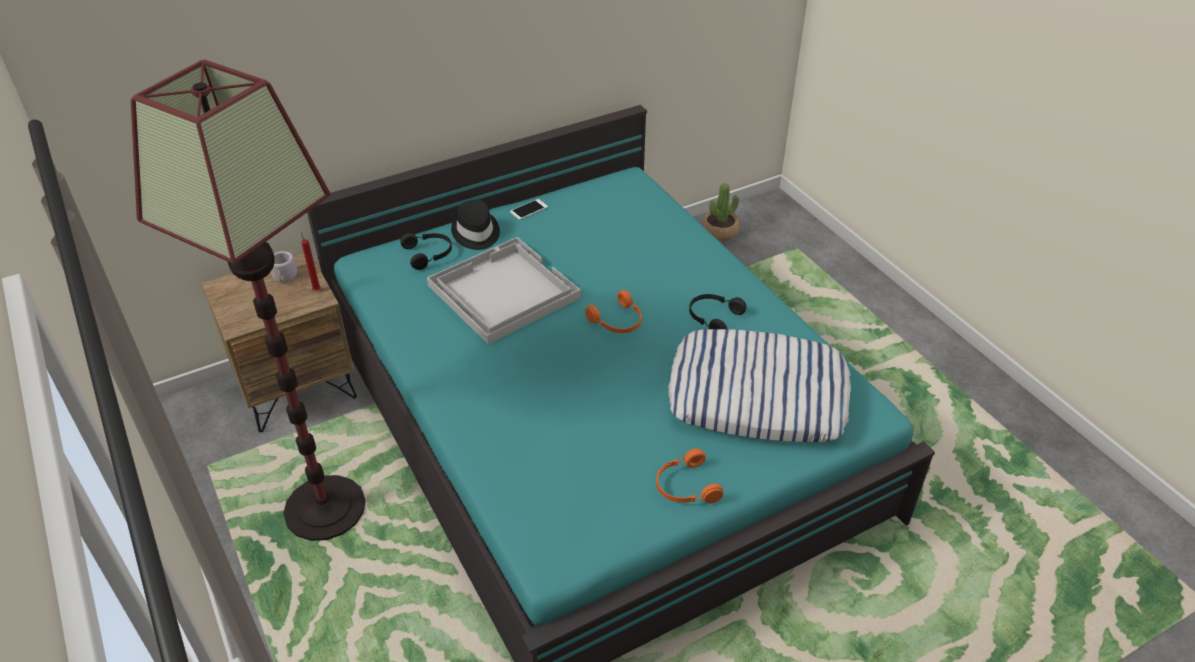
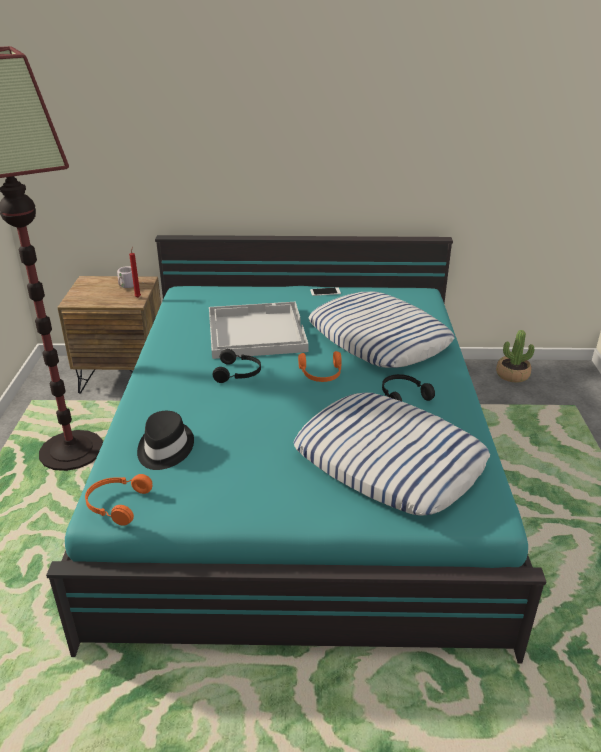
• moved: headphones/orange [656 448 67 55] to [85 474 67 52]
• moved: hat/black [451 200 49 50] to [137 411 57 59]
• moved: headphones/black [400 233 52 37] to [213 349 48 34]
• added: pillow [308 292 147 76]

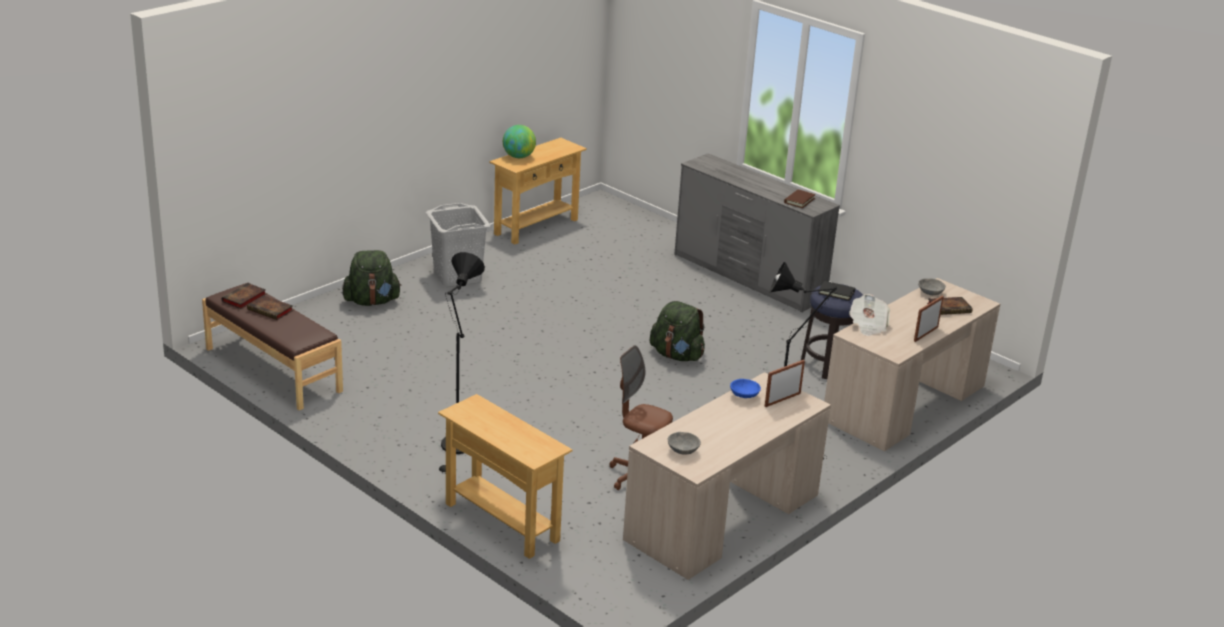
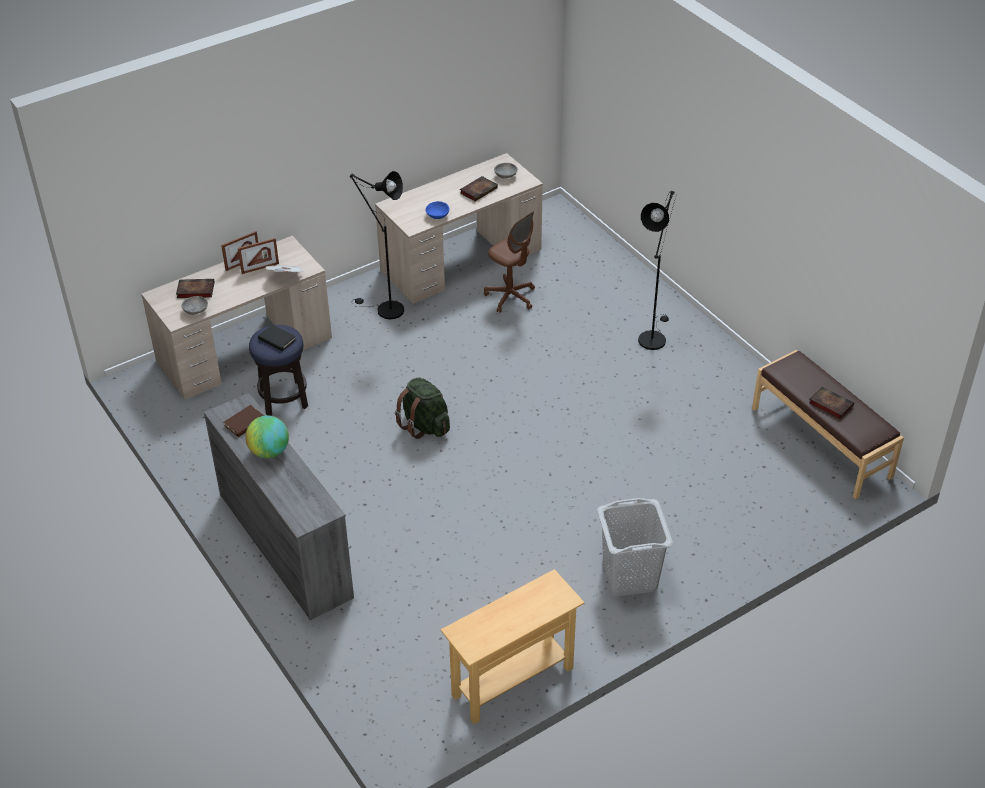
• moved: picture frame [765 360 40 47] to [238 238 41 36]
• moved: globe [503 125 33 33] to [245 416 44 42]
• moved: book [222 283 44 26] to [460 176 38 25]
• removed: backpack/green [342 250 60 56]
• removed: console table/beige [438 394 134 165]

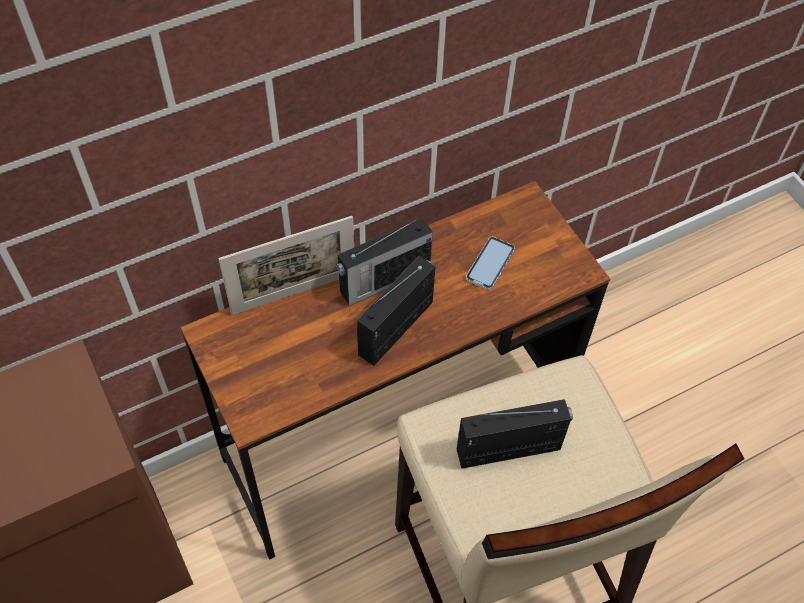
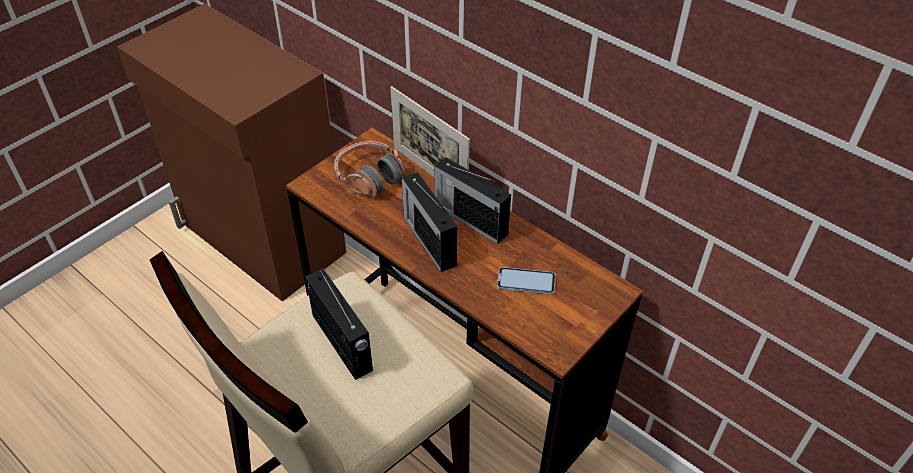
• added: headphones [334 141 71 57]
• turned: radio [357 256 78 110] = [402 172 55 100] 135 degrees counterclockwise

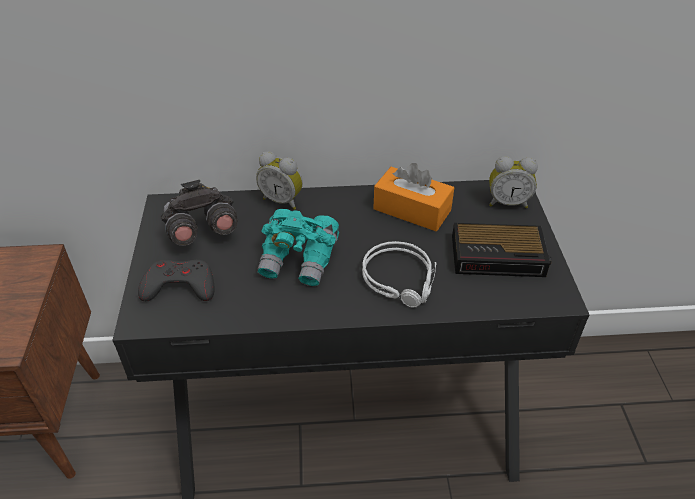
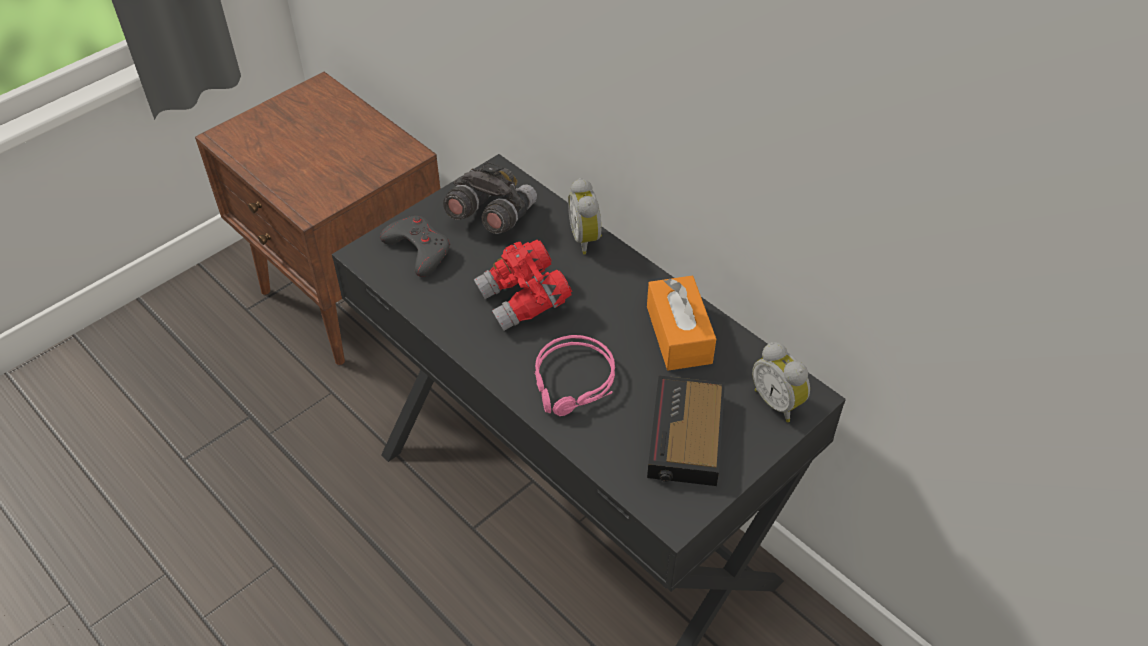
• recoloured: binoculars/turquoise [257 209 82 77] to binoculars/red [474 240 98 91]
• recoloured: headphones/grey [362 241 74 67] to headphones/pink [534 335 81 81]
• turned: alarm clock [452 223 100 54] = [647 376 78 110] 45 degrees clockwise

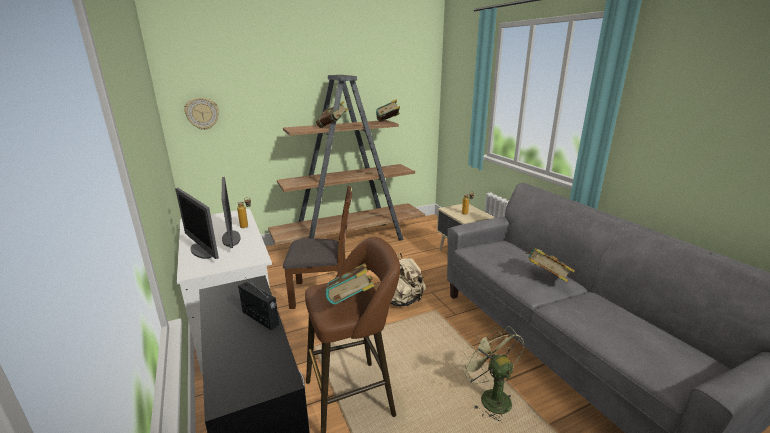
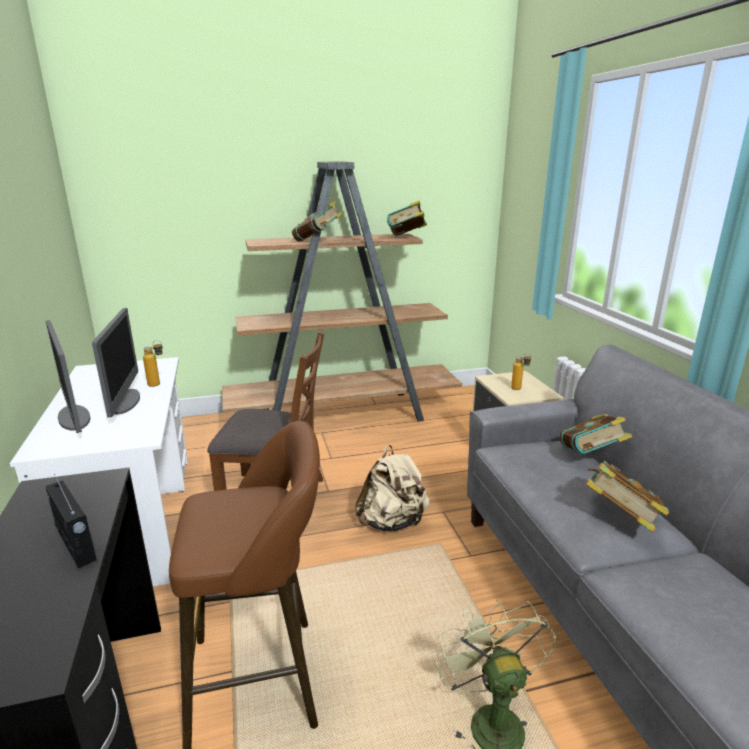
• moved: book [325 263 50 42] to [560 414 73 40]
• removed: wall clock [184 97 35 33]

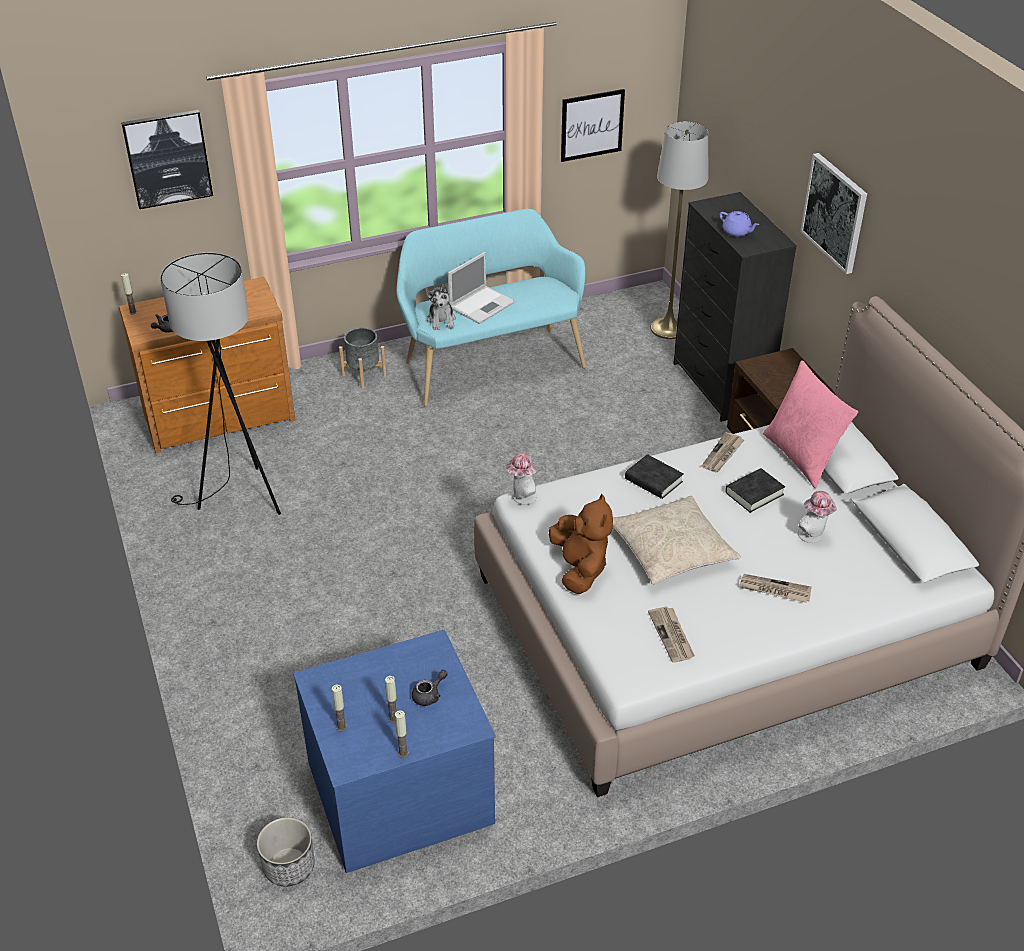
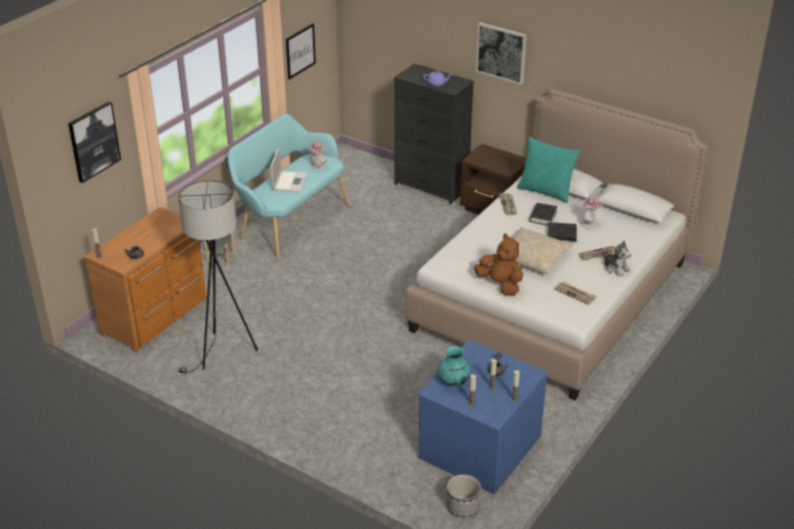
• moved: hat [505 453 32 52] to [309 141 18 29]
• added: vase/turquoise [437 346 34 41]
• recoloured: pillow/pink [763 360 95 129] to pillow/turquoise [517 137 63 66]
• moved: book/black [625 454 58 45] to [548 222 29 19]
• moved: plush toy [426 284 30 46] to [602 241 29 36]
• removed: floor lamp/grey [650 122 58 217]

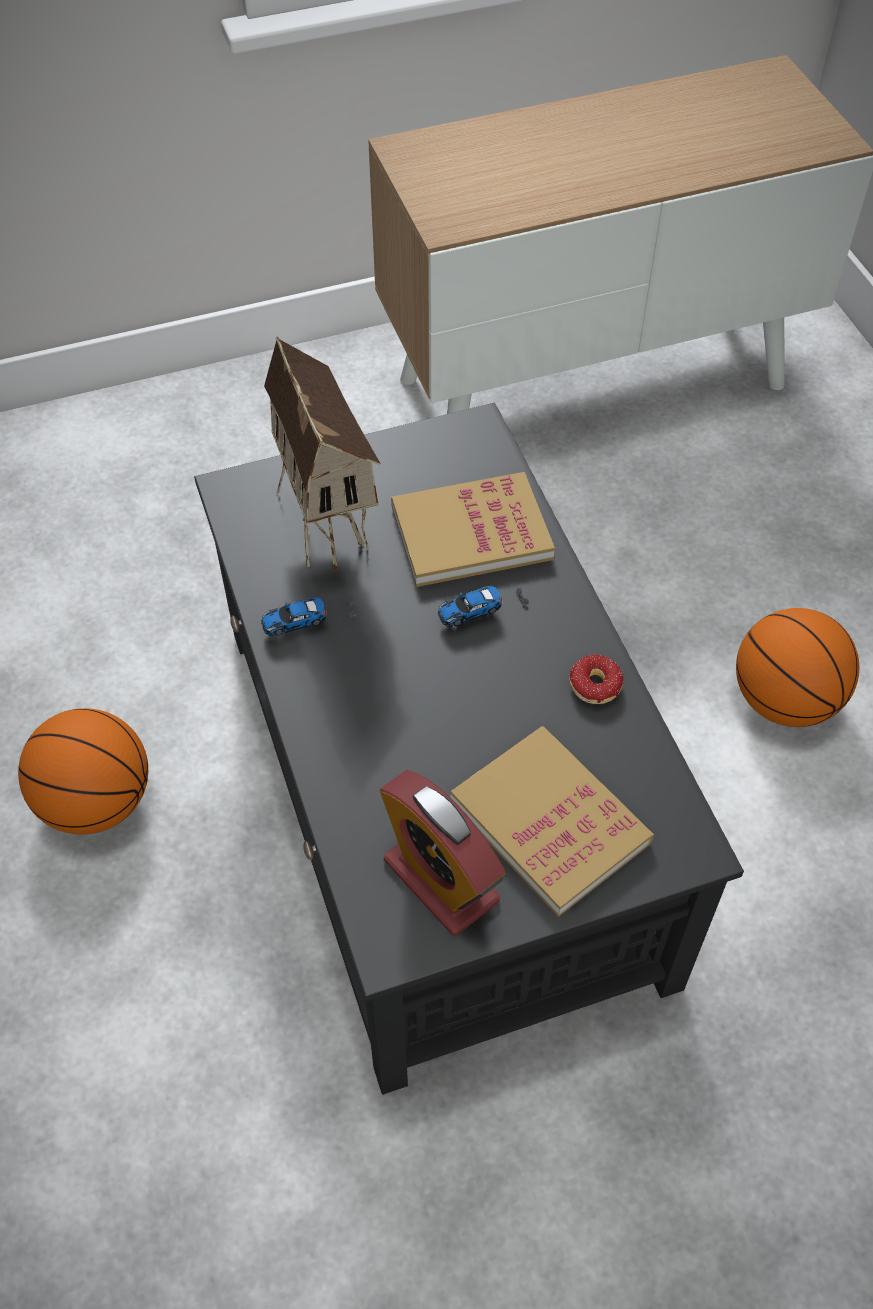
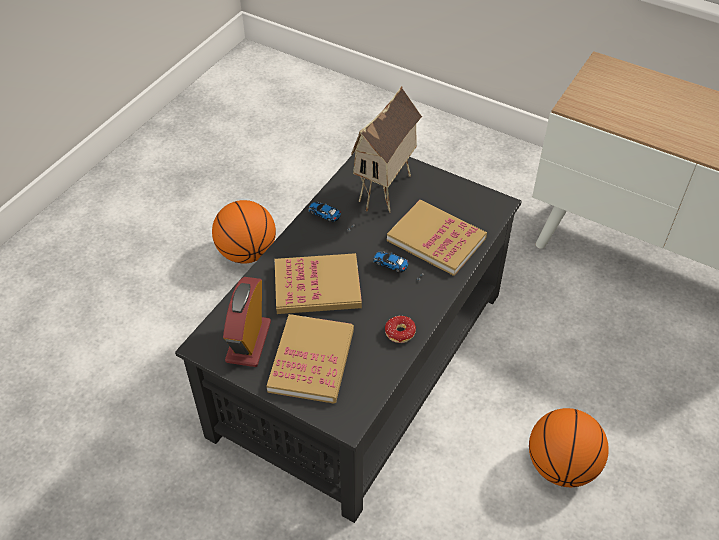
• added: book [275 253 87 61]

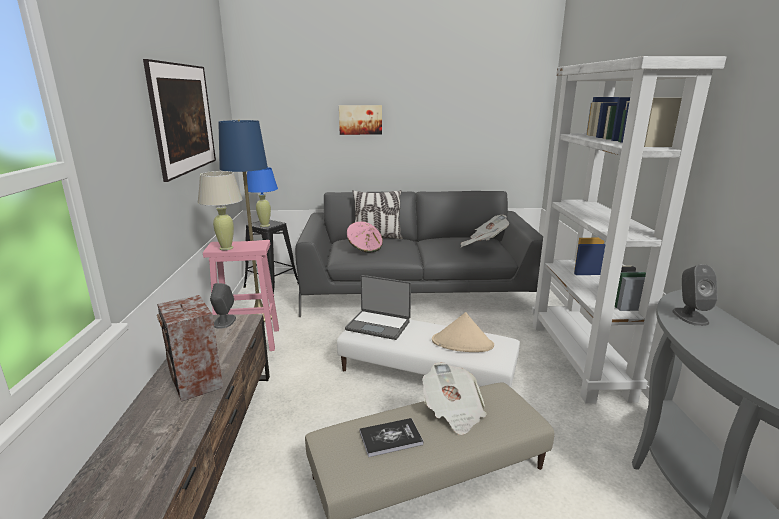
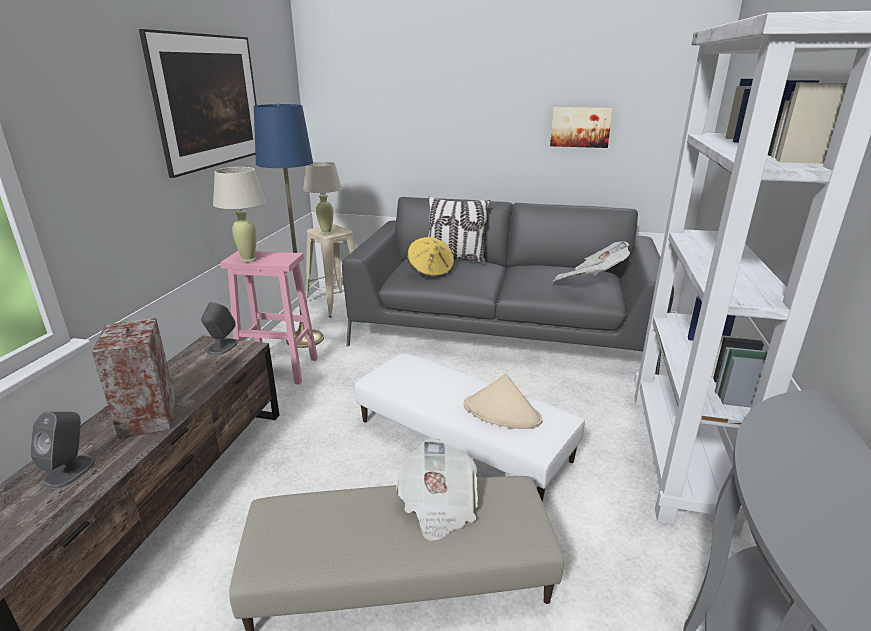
• moved: speaker/grey [672 264 46 62] to [30 412 65 77]
• recoloured: table lamp/blue [247 167 31 60] to table lamp/beige [303 162 39 72]
• recoloured: stool/black [243 220 56 74] to stool/beige [305 224 51 94]
• recoloured: hat/pink [347 222 36 30] to hat/yellow [408 237 46 41]
• moved: picture [339 105 43 30] to [550 107 63 41]
• removed: laptop [345 275 66 65]
• removed: book [359 418 65 39]

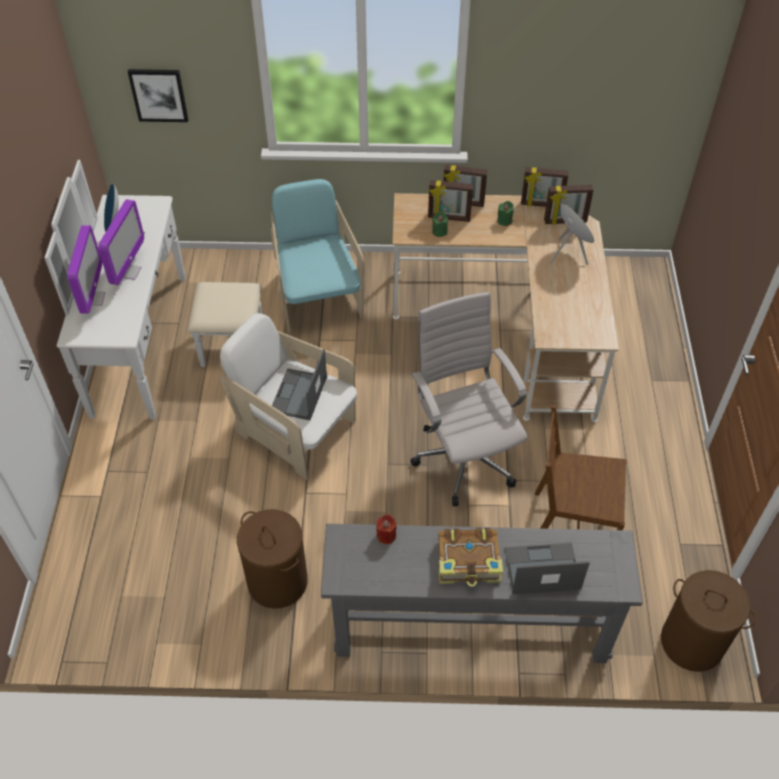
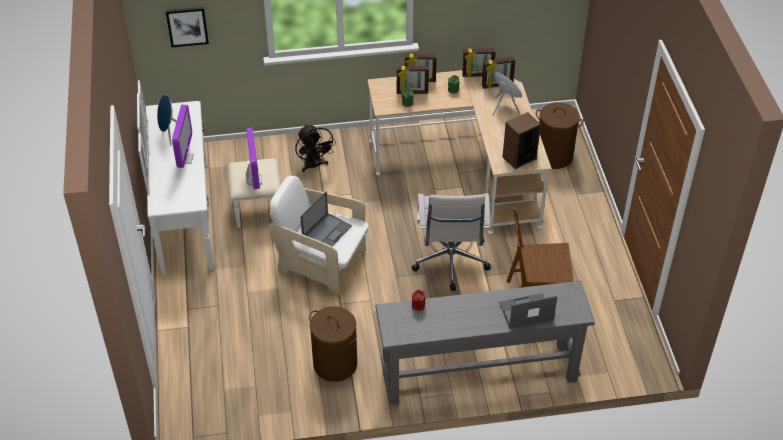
• moved: monitor [67 225 38 88] to [246 128 16 61]
• replaced: armchair/turquoise [270 179 94 153] to fan/black [295 124 41 48]
• turned: laptop [272 349 55 71] = [300 191 52 55] 150 degrees counterclockwise
• turned: office chair/white [410 292 118 214] = [412 193 79 98] 150 degrees counterclockwise
• added: speaker [503 112 38 57]
• moved: laundry basket/brown [661 570 96 102] to [536 102 48 67]
• removed: book [438 528 65 59]

